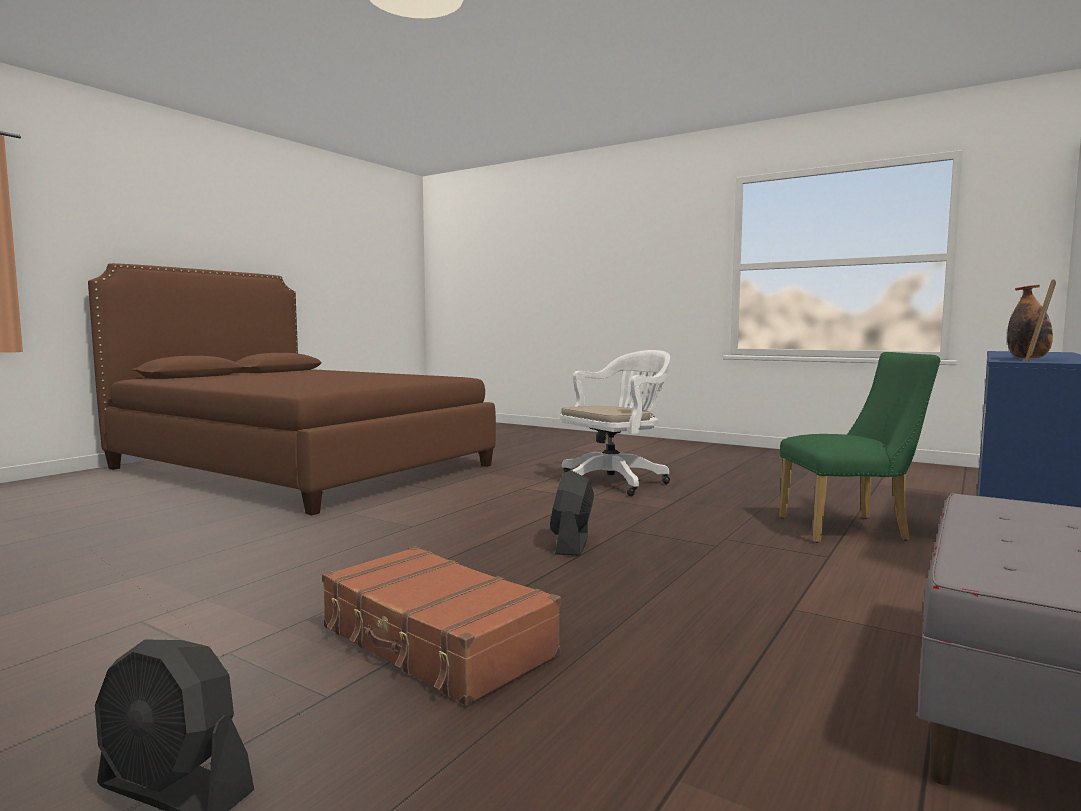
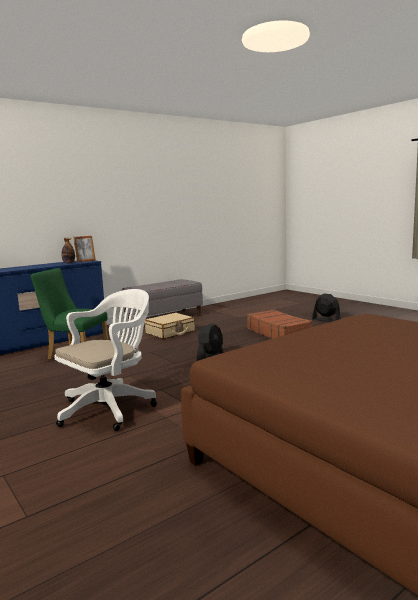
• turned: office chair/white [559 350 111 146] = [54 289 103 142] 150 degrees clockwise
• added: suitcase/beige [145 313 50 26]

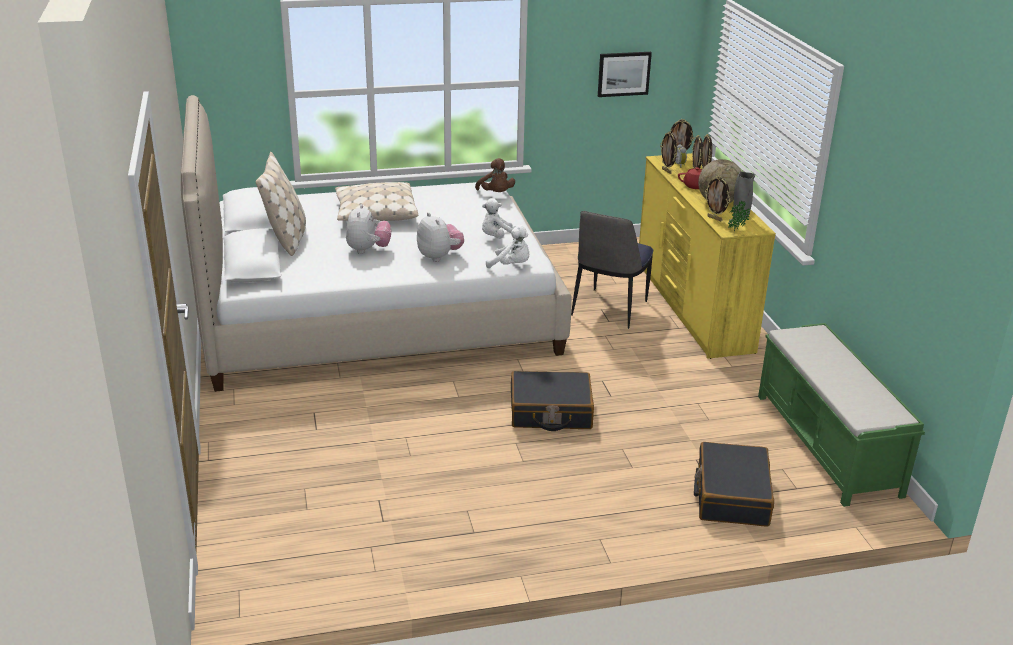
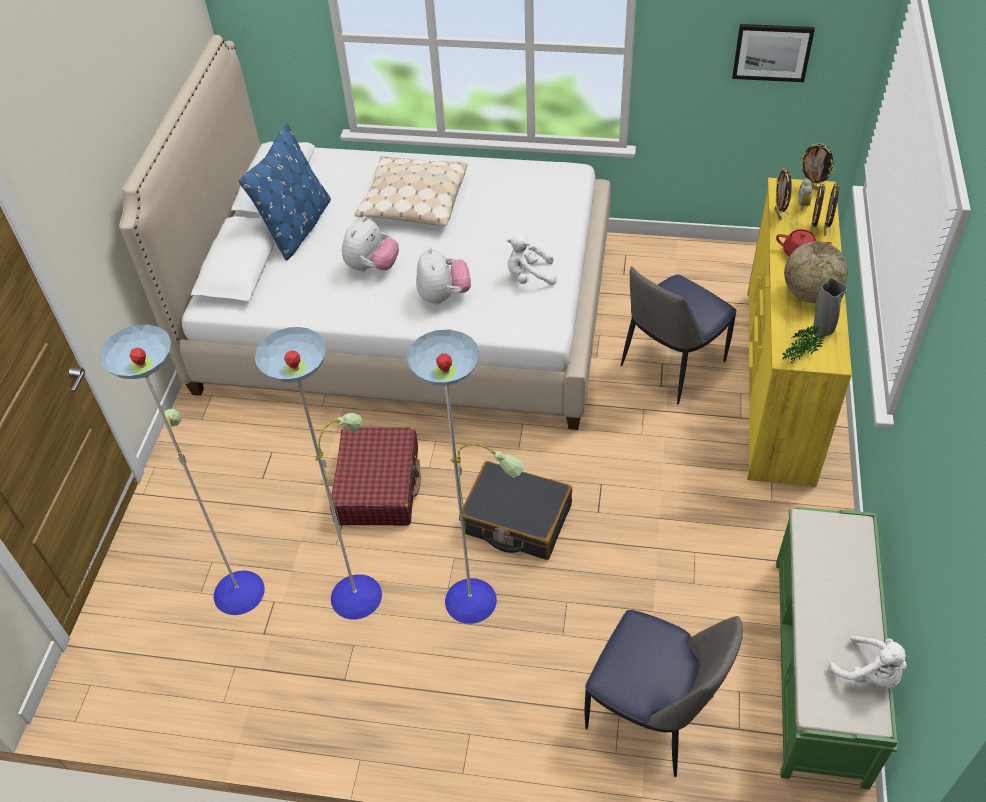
• added: floor lamp [100 324 424 300]
• recoloured: pillow/beige [256 152 50 104] to pillow/blue [239 124 92 136]
• added: suitcase/red [330 427 91 99]
• replaced: suitcase/black [694 442 80 85] to chair [584 610 159 167]
• moved: plush toy/white [486 225 43 43] to [829 636 78 52]
• removed: plush toy/brown [475 158 40 34]
• removed: picture frame [705 176 25 45]

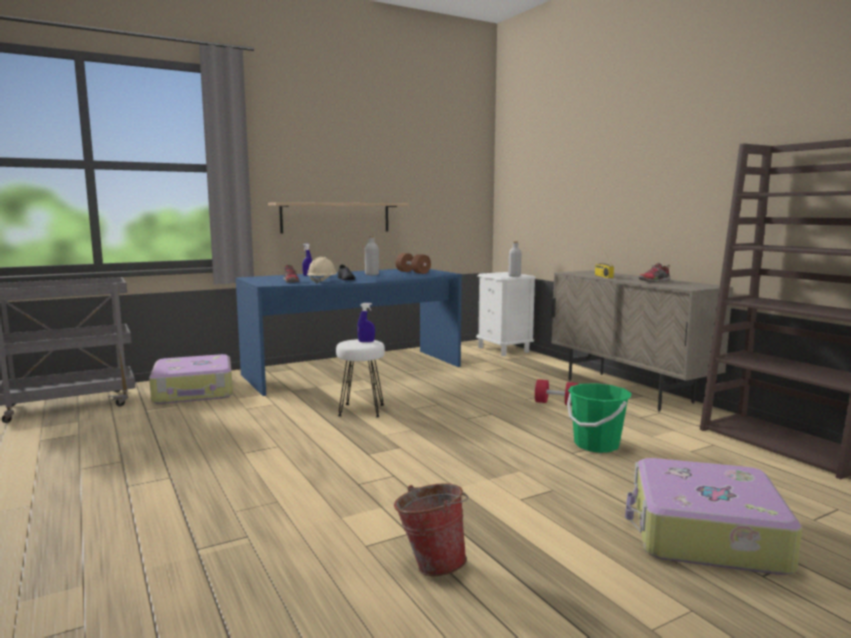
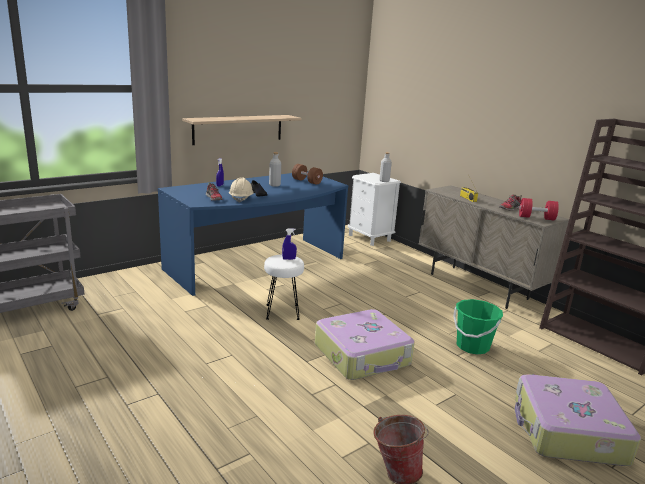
• moved: suitcase [149 354 84 50] to [315 309 100 71]
• moved: dumbbell/red [535 379 43 27] to [519 198 40 23]

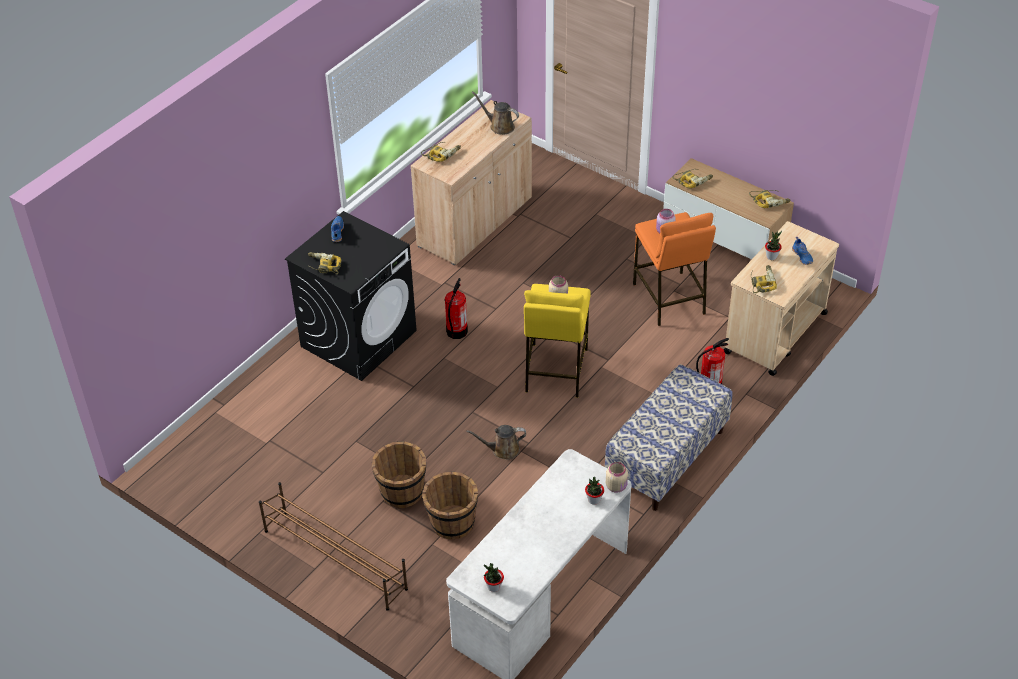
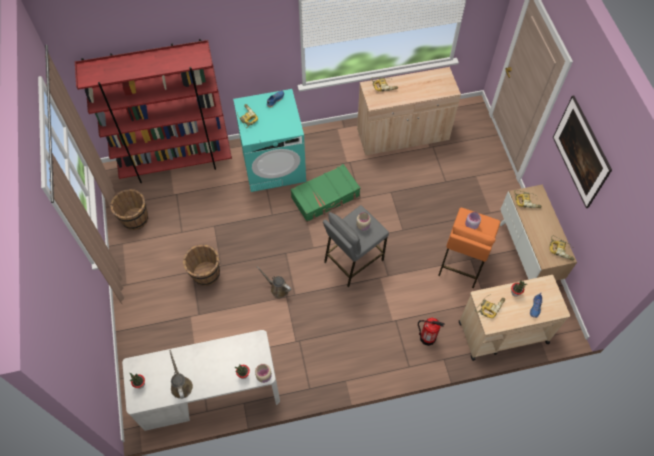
• added: bookcase/red [75 39 157 144]
• moved: bucket/brown [422 471 56 69] to [110 189 38 41]
• moved: watering can/brown [472 91 47 44] to [169 350 24 49]
• recoloured: washing machine/black [285 211 132 170] to washing machine/turquoise [233 89 73 103]
• replaced: fire extinguisher [445 278 23 61] to suitcase/green [290 164 70 58]
• recoloured: stool/yellow [524 284 67 114] to stool/grey [323 205 66 82]
• added: picture [553 96 59 112]
• removed: shoe rack/brown [259 482 149 129]
• removed: bench [605 364 128 147]

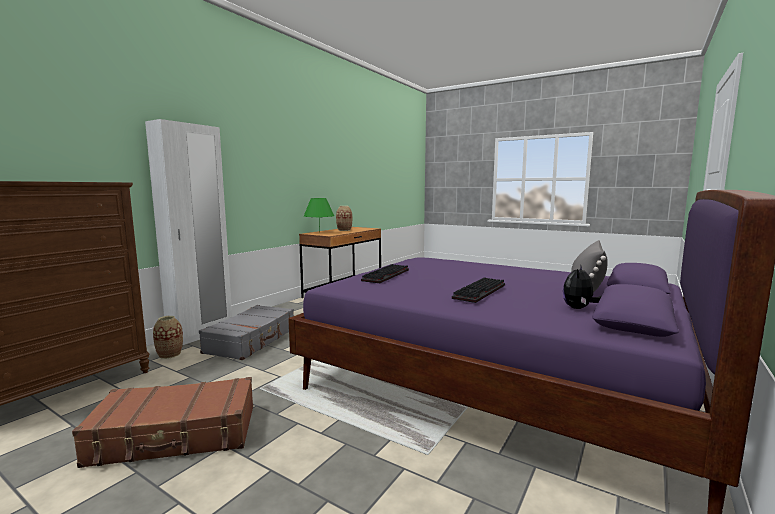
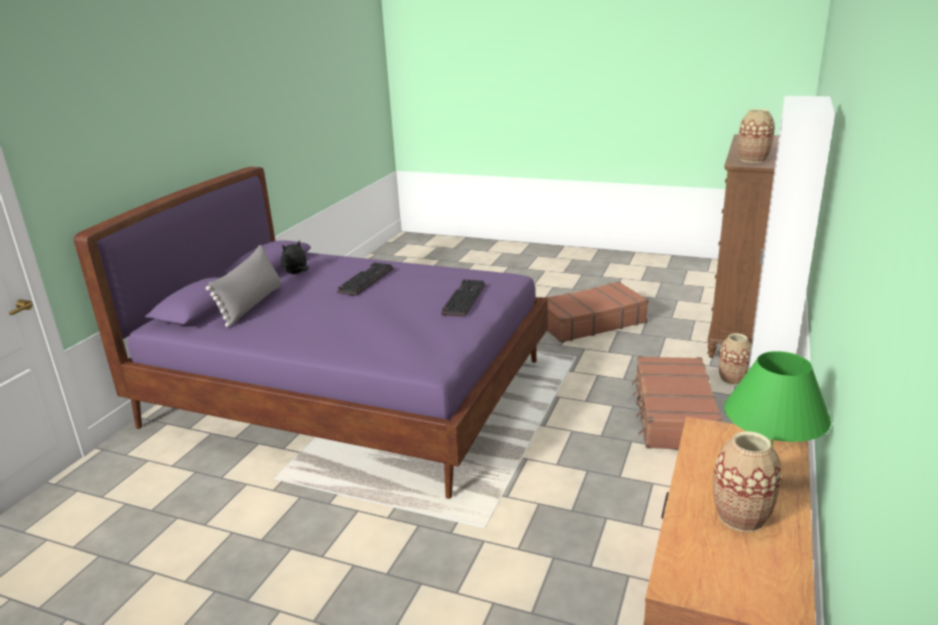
• turned: plush toy [563 264 39 45] = [281 240 28 34] 150 degrees counterclockwise
• recoloured: suitcase/grey [199 305 95 55] to suitcase/brown [632 356 91 93]
• added: vase [738 109 37 54]

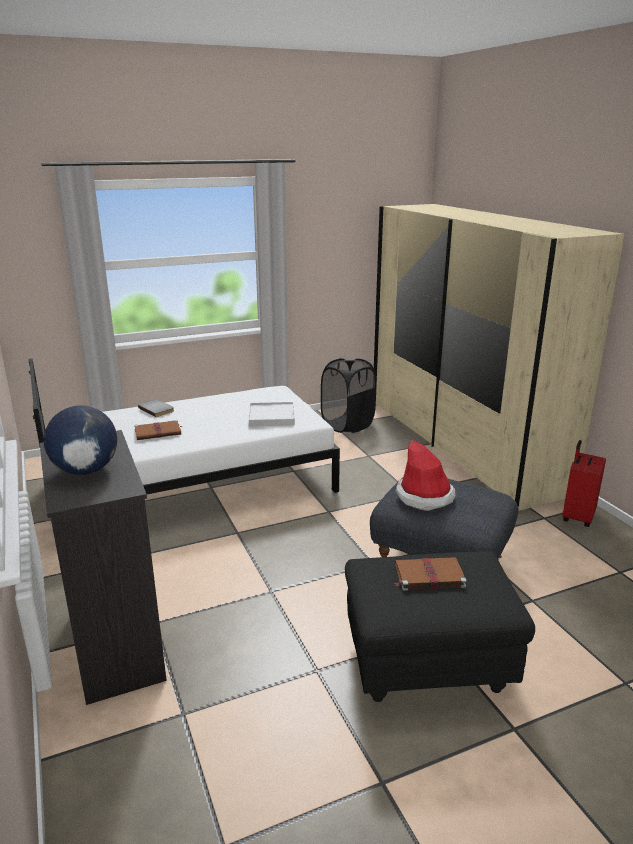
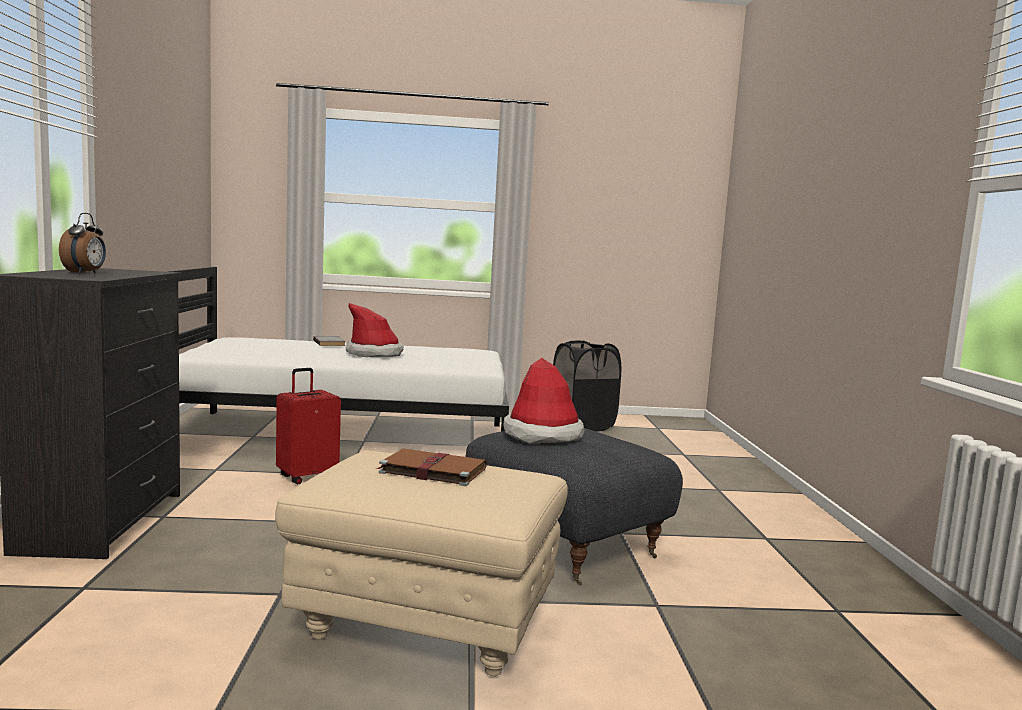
• replaced: globe [44 405 73 70] to alarm clock [59 213 47 61]
• recoloured: ottoman/black [345 551 190 151] to ottoman/beige [275 450 293 226]
• moved: suitcase/red [562 440 44 87] to [276 368 65 116]
• added: hat [346 303 58 54]
• removed: book/brown [134 420 48 20]
• removed: tray/white [249 402 46 24]
• removed: wardrobe/beige [374 204 251 307]

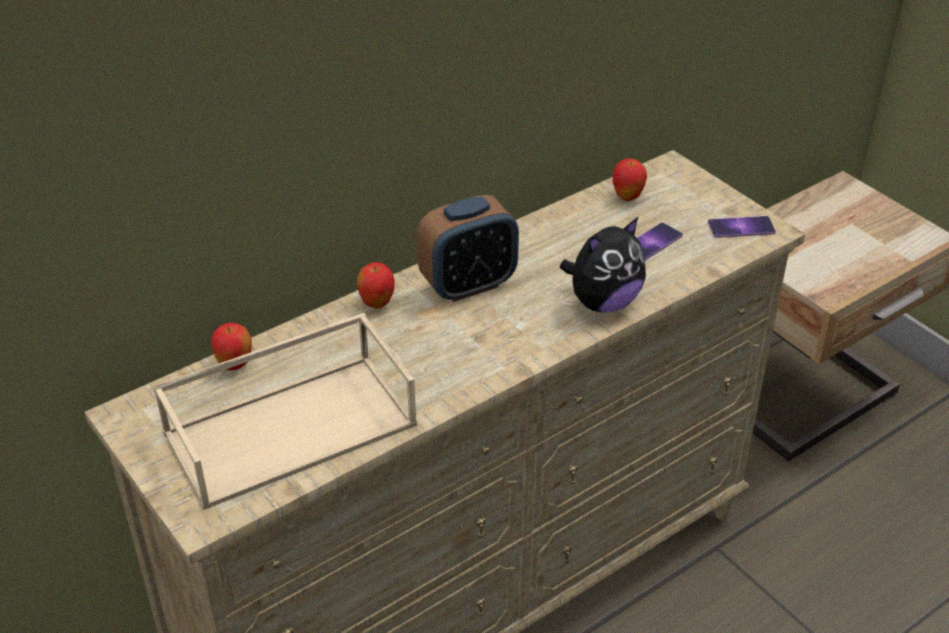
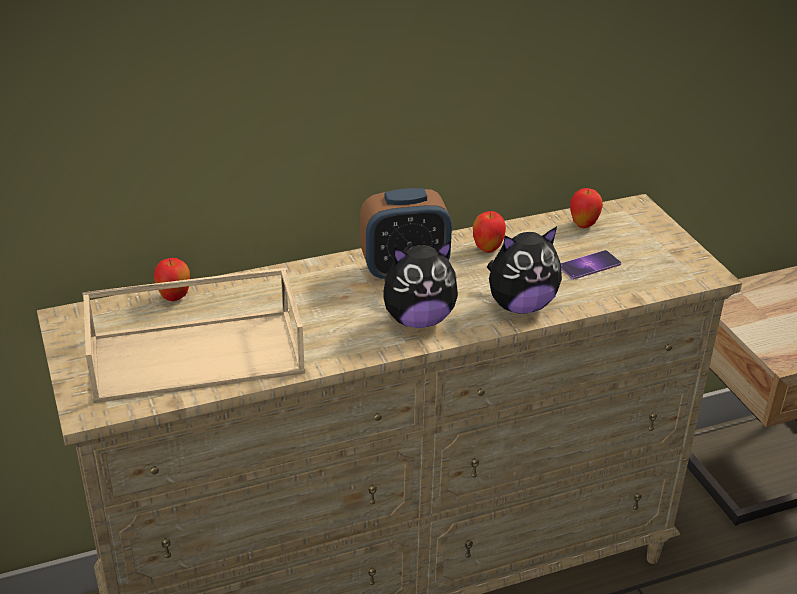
• added: plush toy [383 241 75 87]
• moved: apple [357 262 38 47] to [473 211 33 42]
• removed: phone [708 216 68 22]

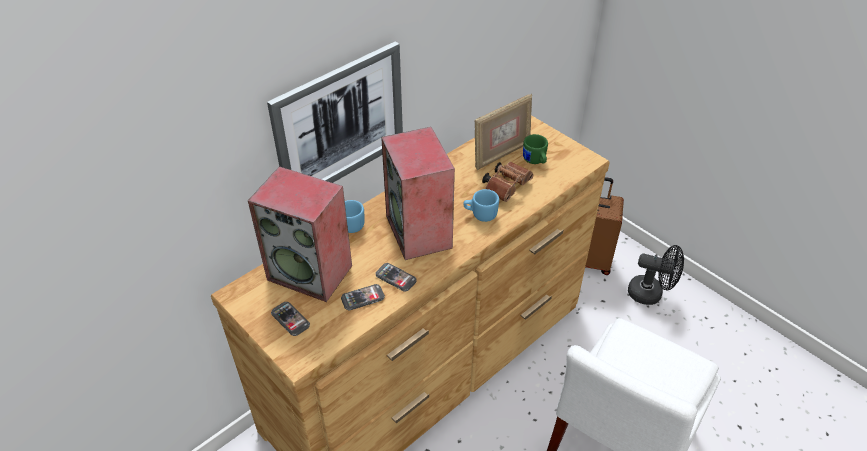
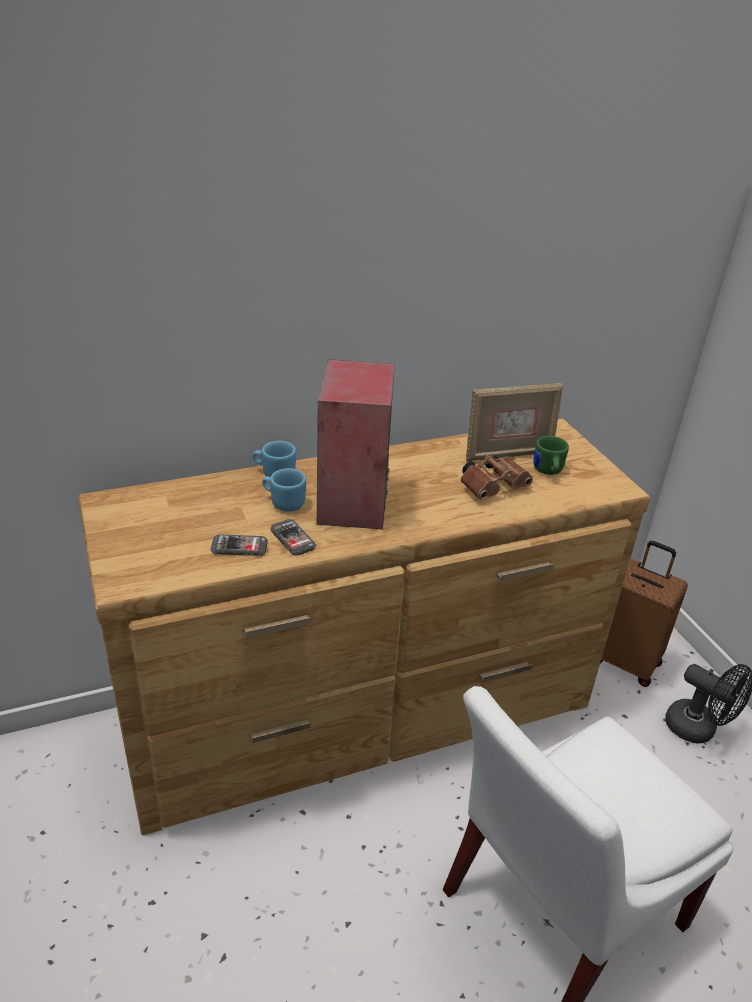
• moved: mug/blue [463 189 36 33] to [262 468 44 44]
• removed: speaker [248 166 104 136]
• removed: picture [267 42 136 141]
• removed: phone [271 302 39 34]

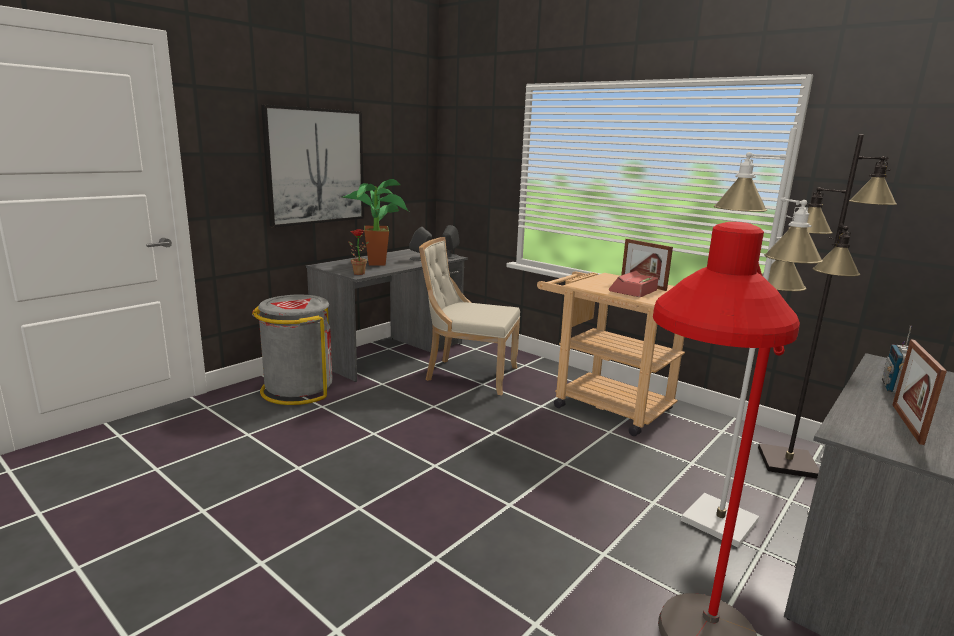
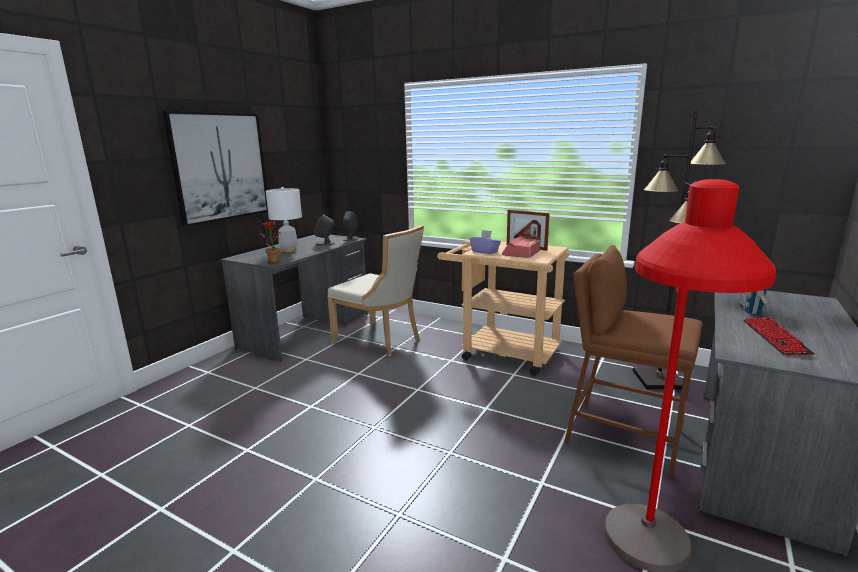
• replaced: potted plant [342 179 67 87] to table lamp/white [266 187 36 65]
• turned: chair/beige [419 237 101 158] = [327 225 97 132] 150 degrees counterclockwise
• added: tissue box/purple [470 230 31 24]
• replaced: floor lamp/white [681 128 142 419] to stool/brown [564 245 139 232]
• replaced: picture frame [892 339 55 106] to keyboard [743 317 72 38]
• removed: trash can/grey [252 295 81 110]

